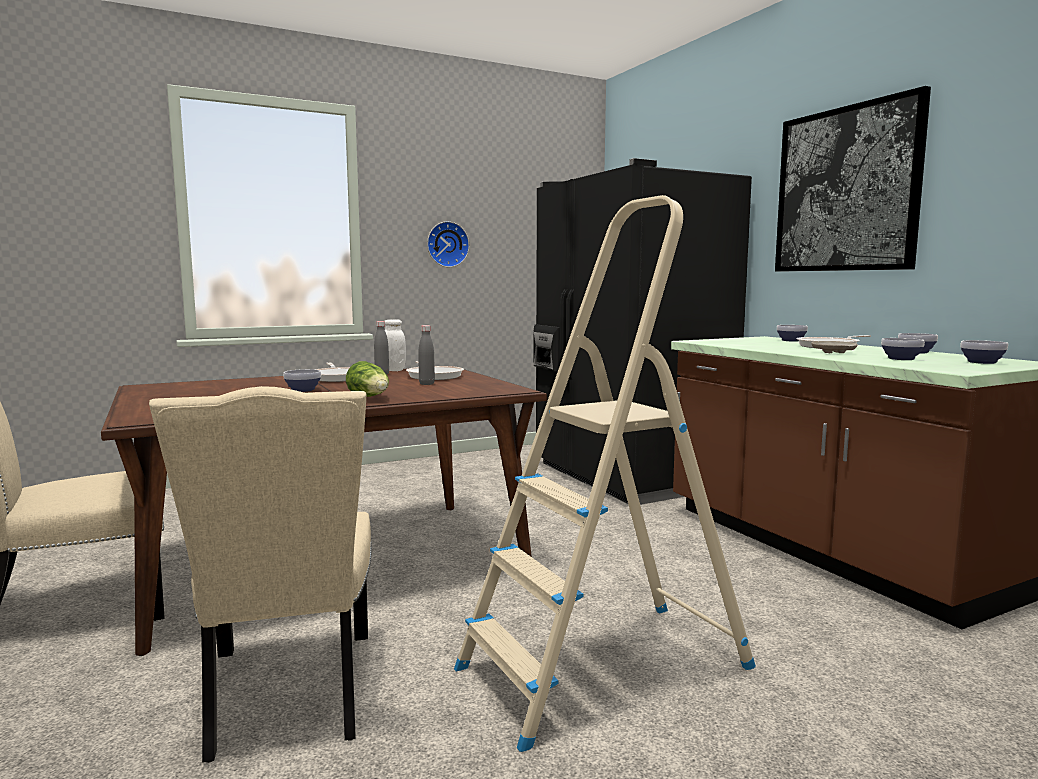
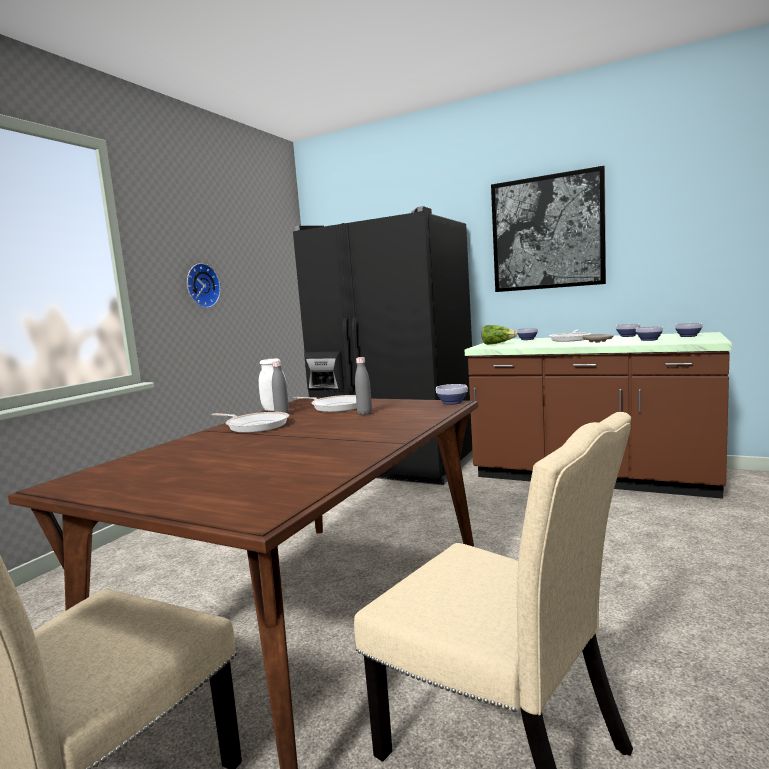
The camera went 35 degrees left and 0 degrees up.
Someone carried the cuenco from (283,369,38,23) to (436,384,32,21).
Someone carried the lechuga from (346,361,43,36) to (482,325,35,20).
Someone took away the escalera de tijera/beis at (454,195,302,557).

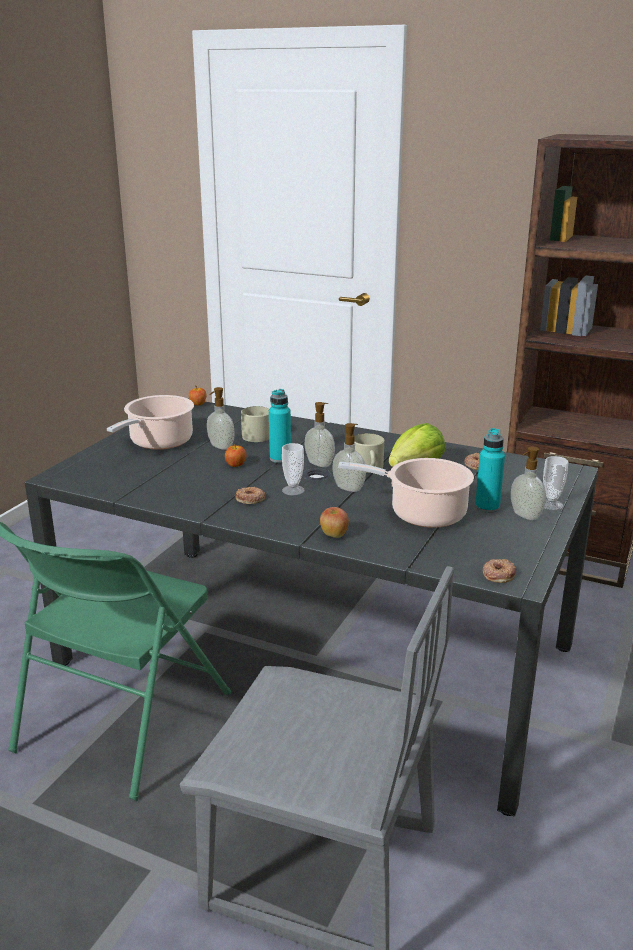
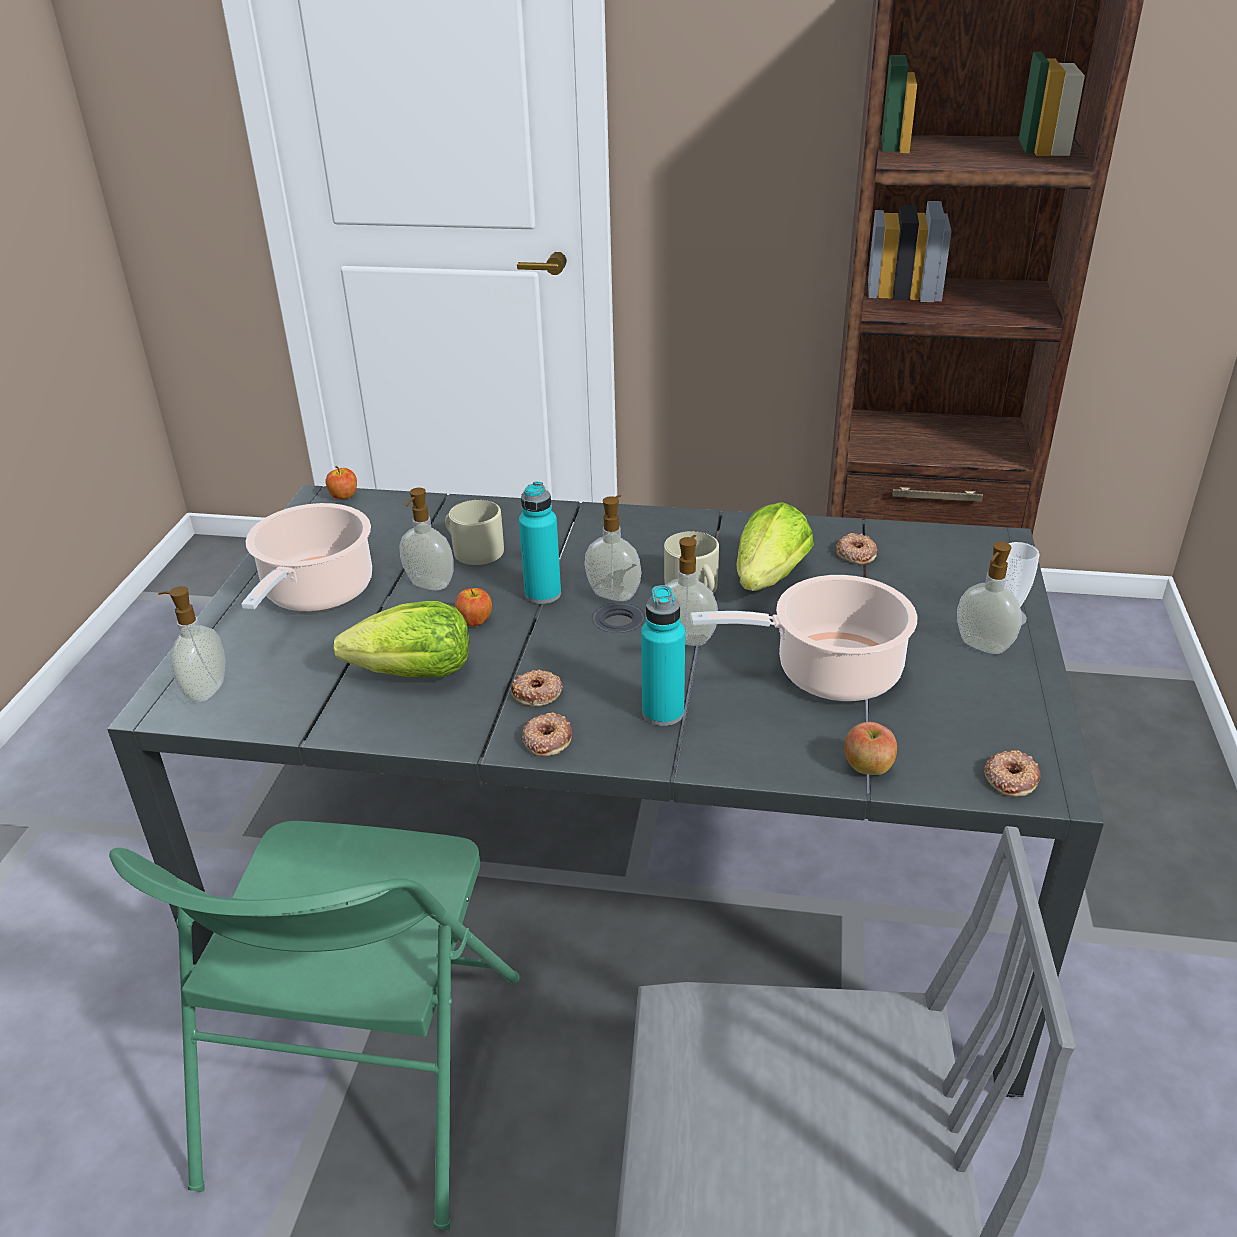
The camera went 15 degrees left and 10 degrees up.
Someone took away the taza at (282,443,23,52).
Someone carried the manzana from (320,507,29,31) to (844,722,53,53).
Someone carried the botella/turquesa from (475,428,30,85) to (641,585,44,141).
Someone put down the dispensador de jabón at (158,586,68,117).
Someone put down the lechuga at (333,601,136,76).
Someone put down the rosquilla at (522,712,50,44).

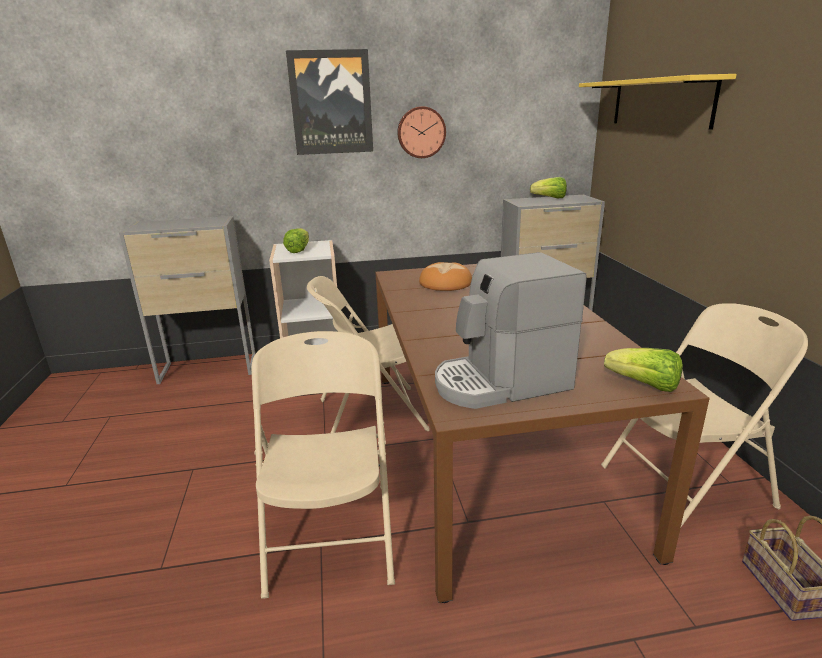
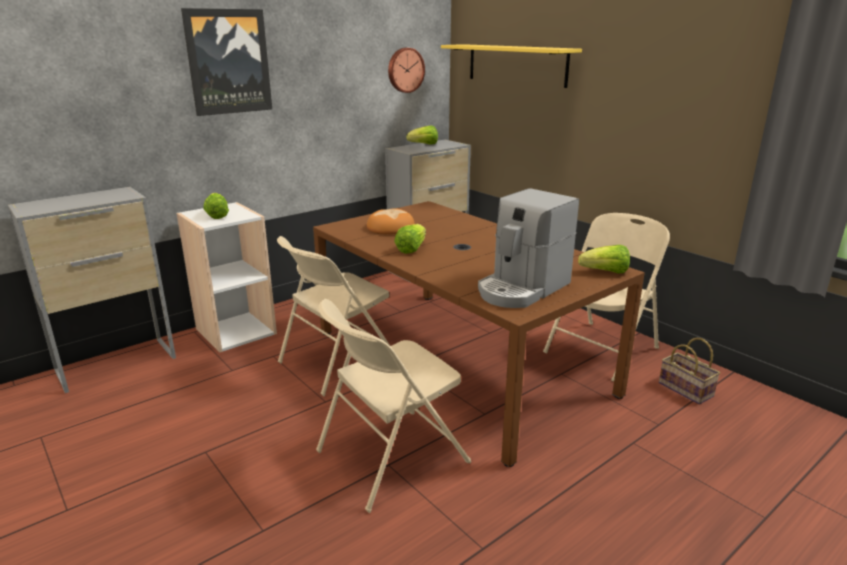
The camera went 30 degrees left and 0 degrees up.
Someone rotated the silla/beis at (251,331,144,268) by 90 degrees counterclockwise.
Someone carried the reloj de pared from (397,106,49,52) to (388,48,37,45).
Someone put down the lechuga at (394,224,32,30).

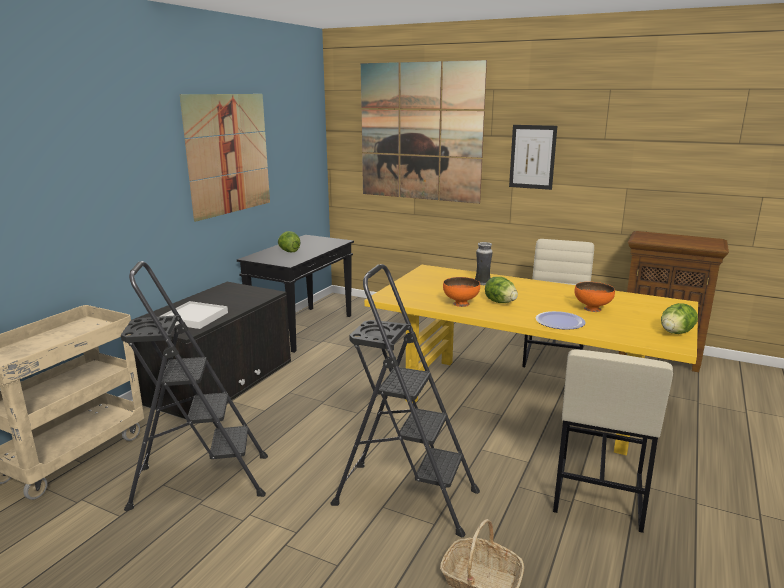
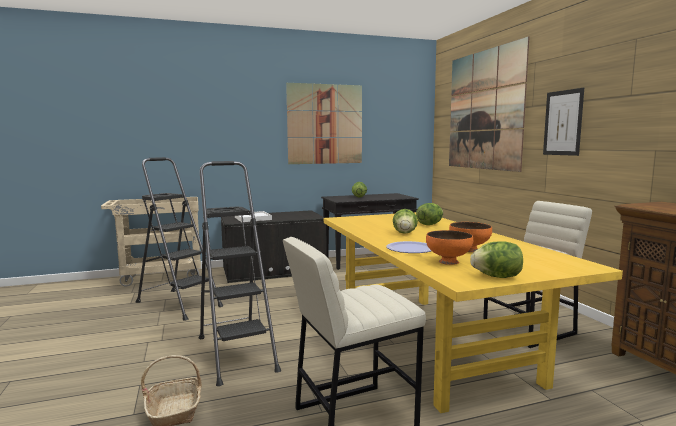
The camera went 45 degrees right and 10 degrees down.
Someone carried the cuenco/naranja from (443,277,37,30) to (426,230,47,35).
Someone swapped the florero at (475,242,18,43) for the lechuga at (416,203,27,22).

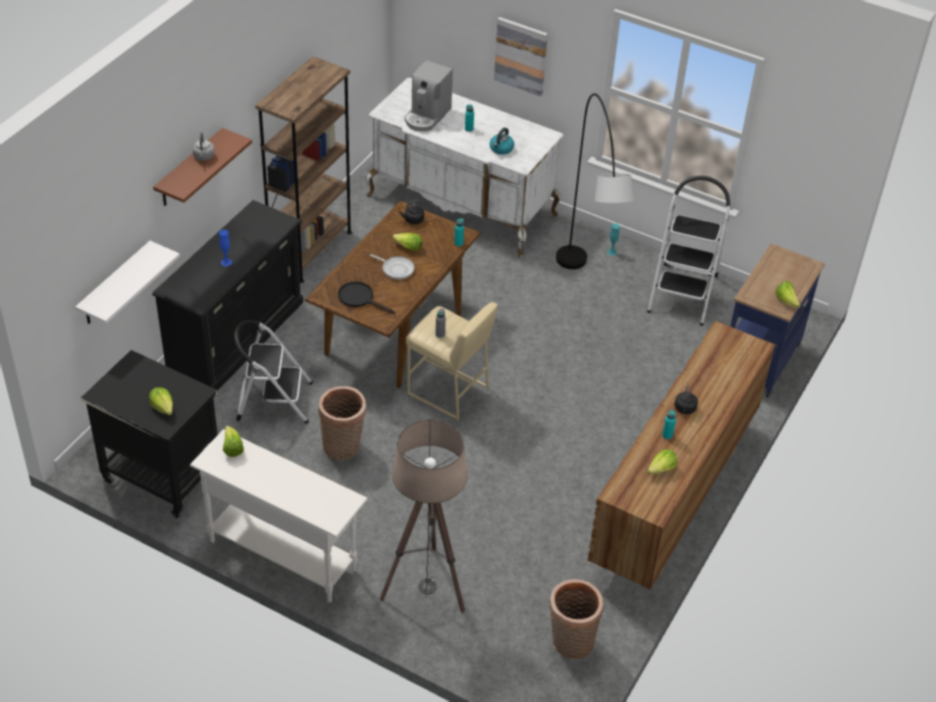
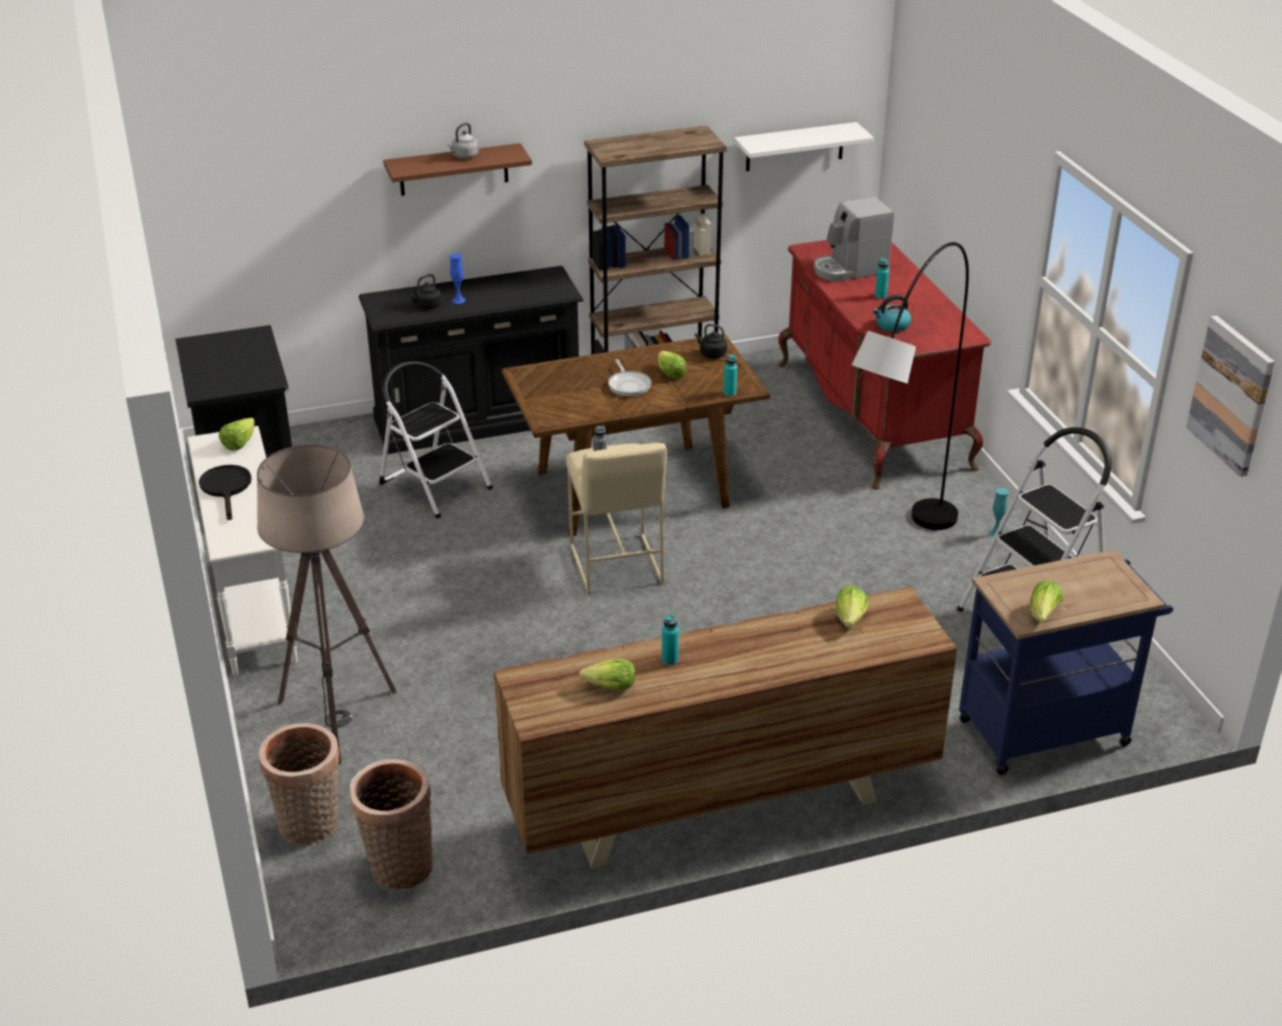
The camera went 45 degrees right and 10 degrees down.
Someone carried the estante/blanco from (75,241,105,83) to (734,122,140,49).
Someone carried the lechuga from (149,387,24,28) to (836,585,33,43).
Someone carried the cesta from (318,386,48,74) to (259,723,80,122).
Someone carried the sartén/negro from (338,282,57,32) to (199,465,53,55).
Someone repainted the cómoda/blanco at (365,78,198,180), which became the cómoda/rojo at (778,240,213,250).
Someone carried the cuadro from (494,17,54,80) to (1186,315,89,162).
Someone carried the hervidor/negro from (675,385,23,29) to (408,274,34,35).

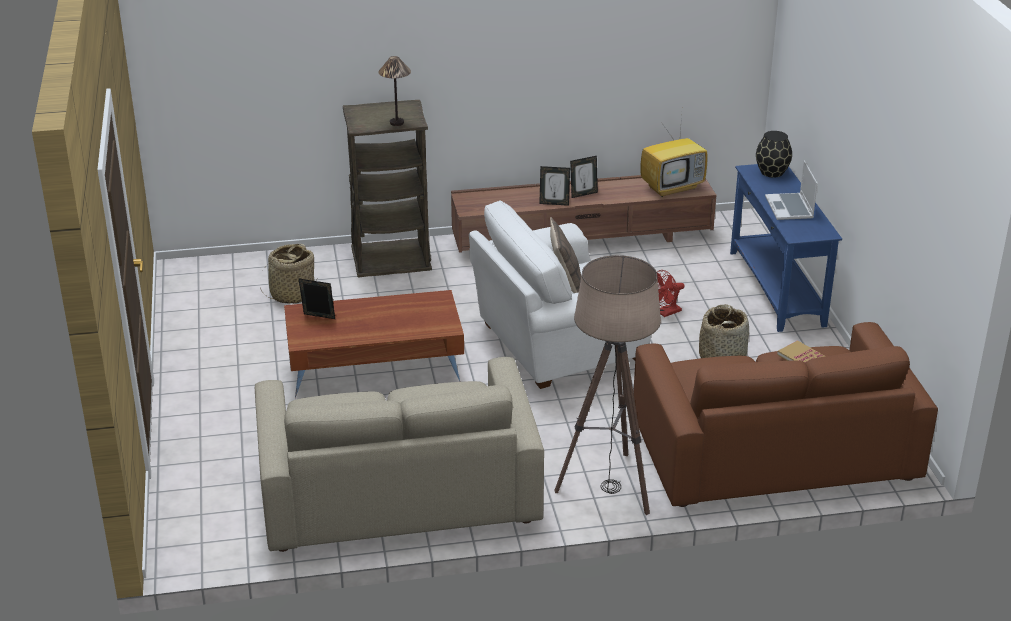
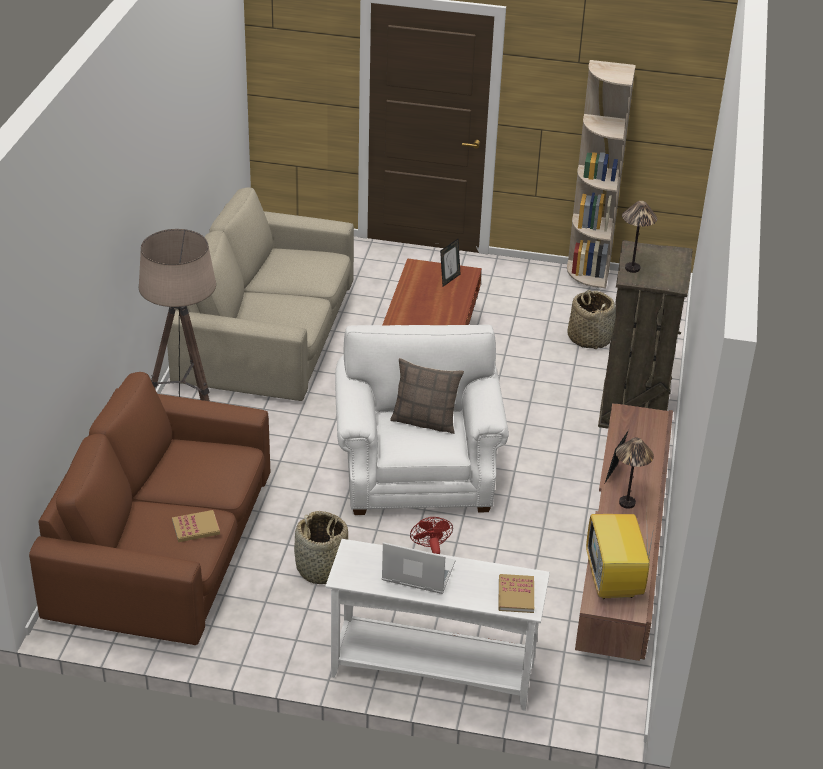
The camera went 110 degrees right and 5 degrees up.
Someone swapped the portarretratos at (570,156,28,42) for the lámpara de mesa at (616,438,38,71).
Someone repainted the mesa consola/azul at (730,164,112,168), which became the mesa consola/blanco at (325,539,225,172).
Someone swapped the florero/negro at (756,131,36,47) for the libro at (498,574,36,39).
Someone put down the estantería/beis at (567,60,69,230).

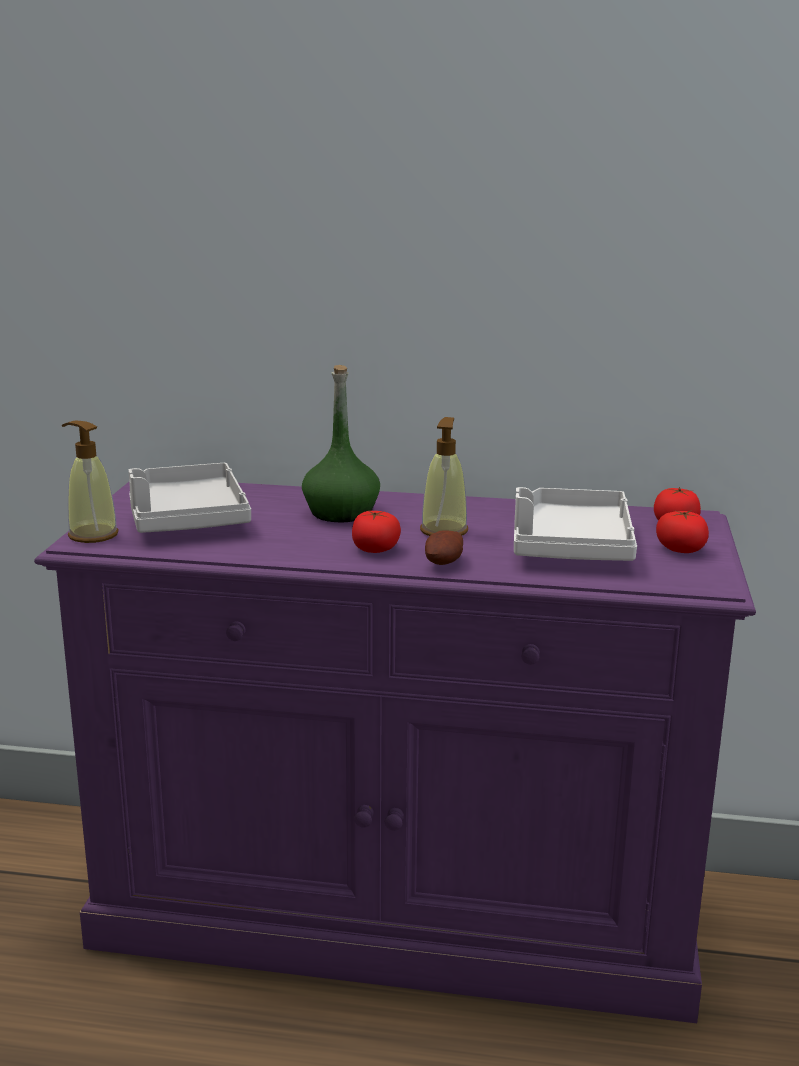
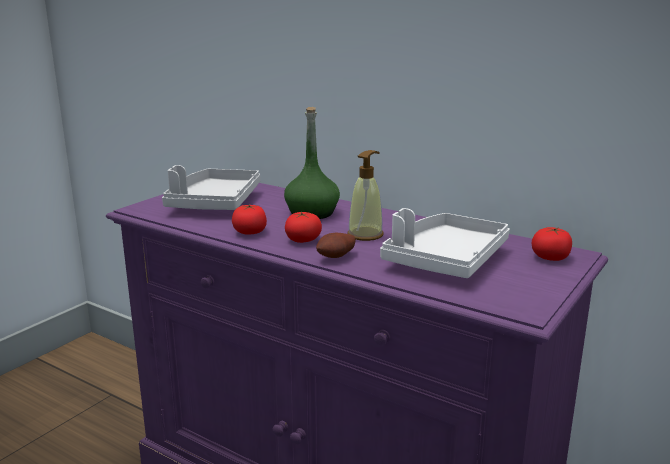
The camera went 25 degrees right and 0 degrees up.
Someone took away the dispensador de jabón at (62,421,57,122).
Someone carried the tomate from (656,510,53,43) to (232,204,35,31).

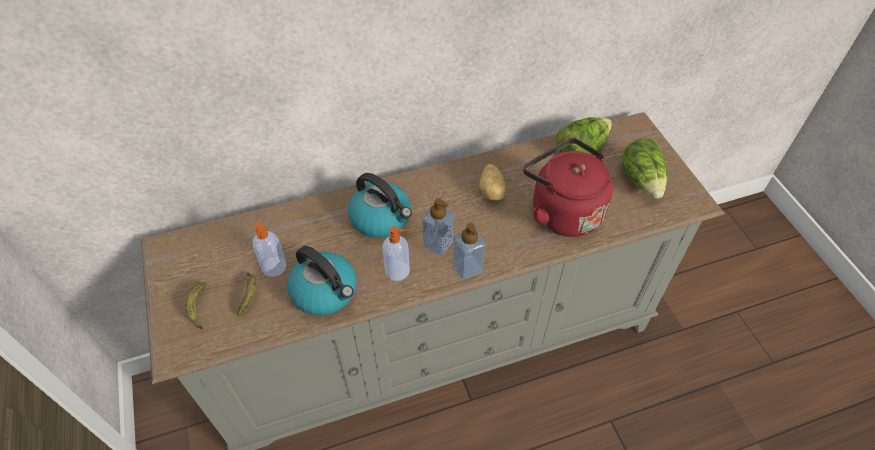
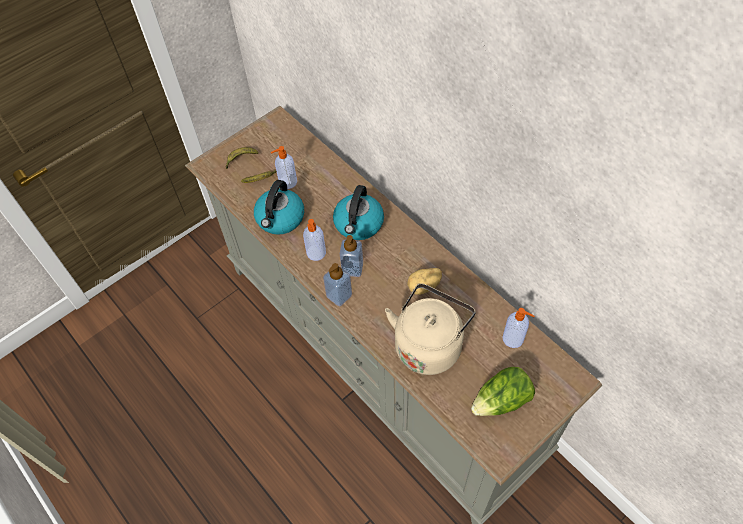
The camera went 70 degrees right and 5 degrees up.
Someone repainted the hervidor/rojo at (523,138,90,99), which became the hervidor/beis at (385,283,91,92).
Someone swapped the lechuga at (556,117,56,38) for the dispensador de jabón at (502,308,32,40).

